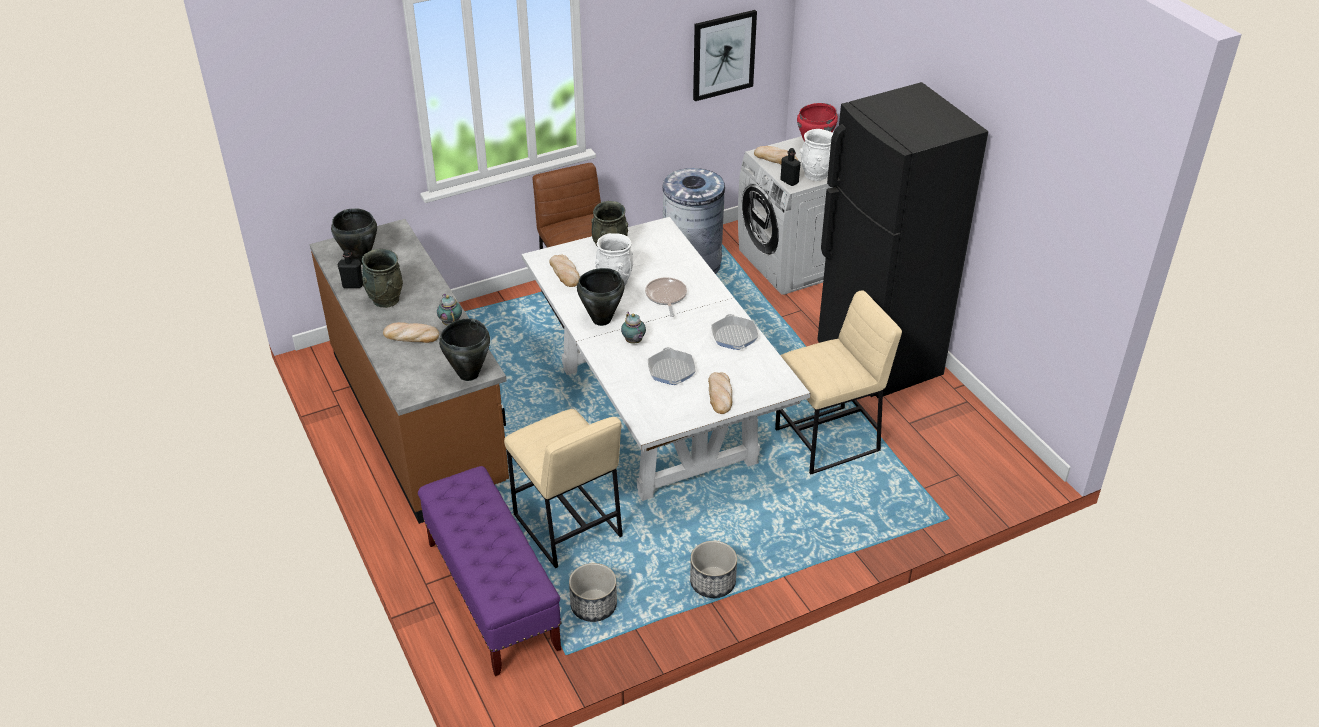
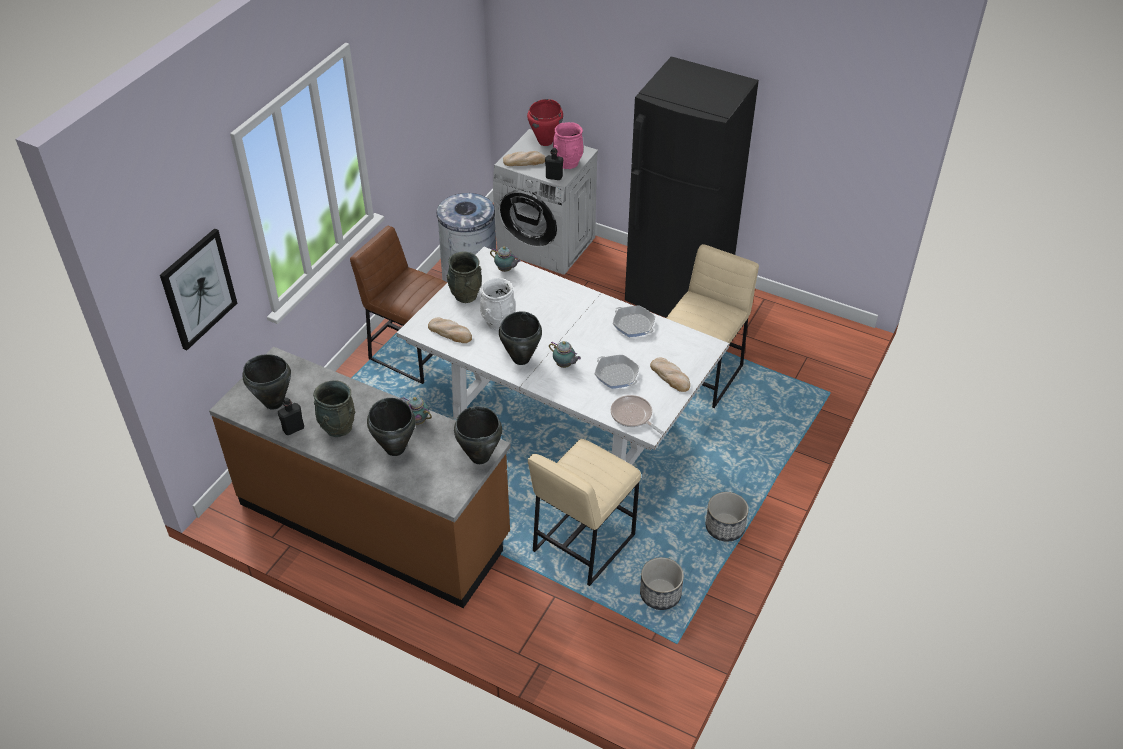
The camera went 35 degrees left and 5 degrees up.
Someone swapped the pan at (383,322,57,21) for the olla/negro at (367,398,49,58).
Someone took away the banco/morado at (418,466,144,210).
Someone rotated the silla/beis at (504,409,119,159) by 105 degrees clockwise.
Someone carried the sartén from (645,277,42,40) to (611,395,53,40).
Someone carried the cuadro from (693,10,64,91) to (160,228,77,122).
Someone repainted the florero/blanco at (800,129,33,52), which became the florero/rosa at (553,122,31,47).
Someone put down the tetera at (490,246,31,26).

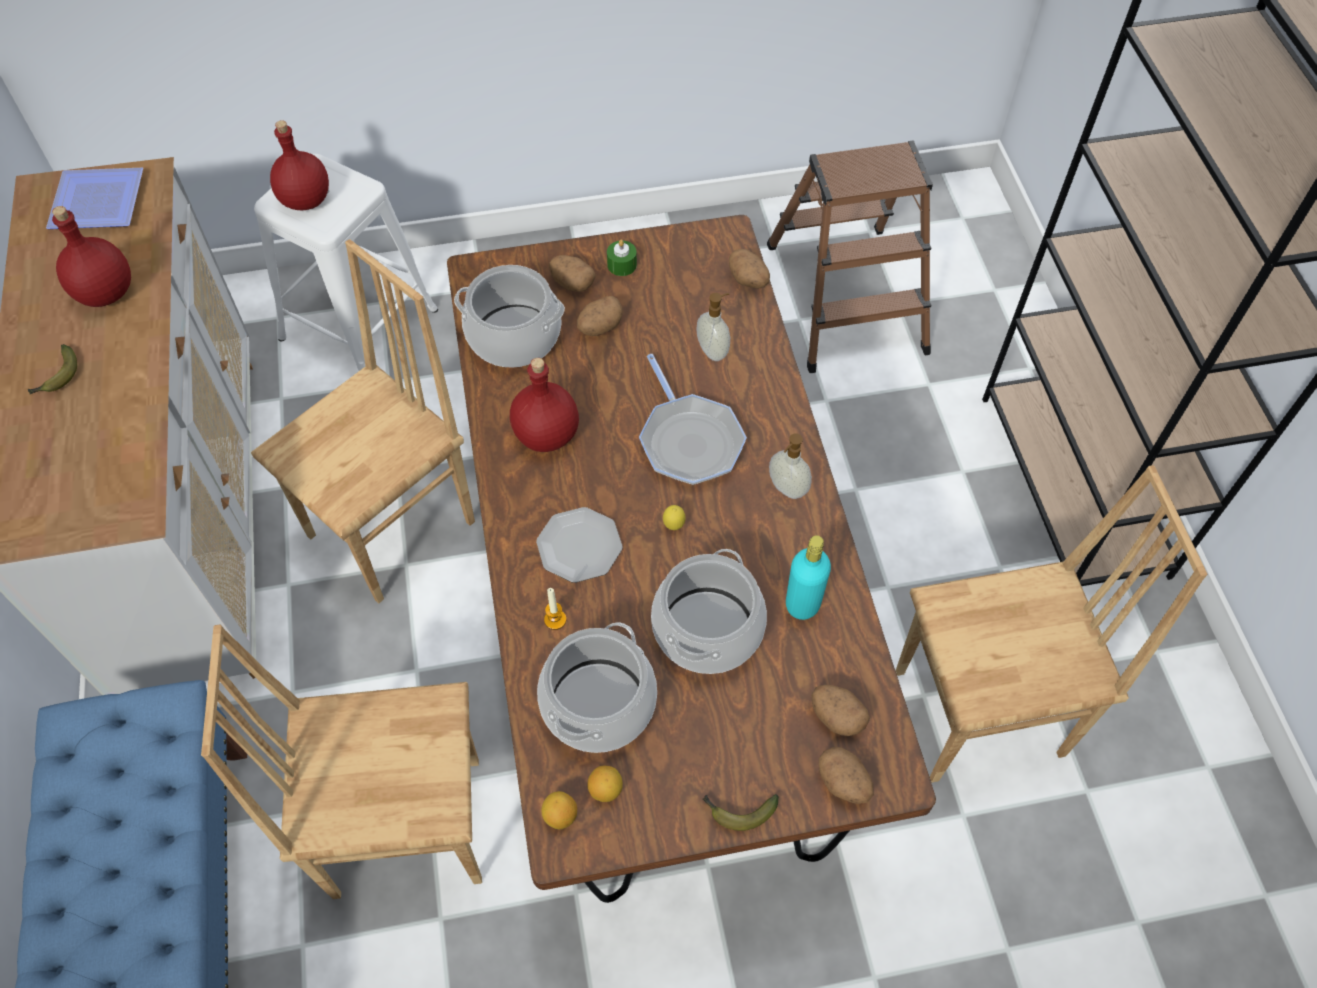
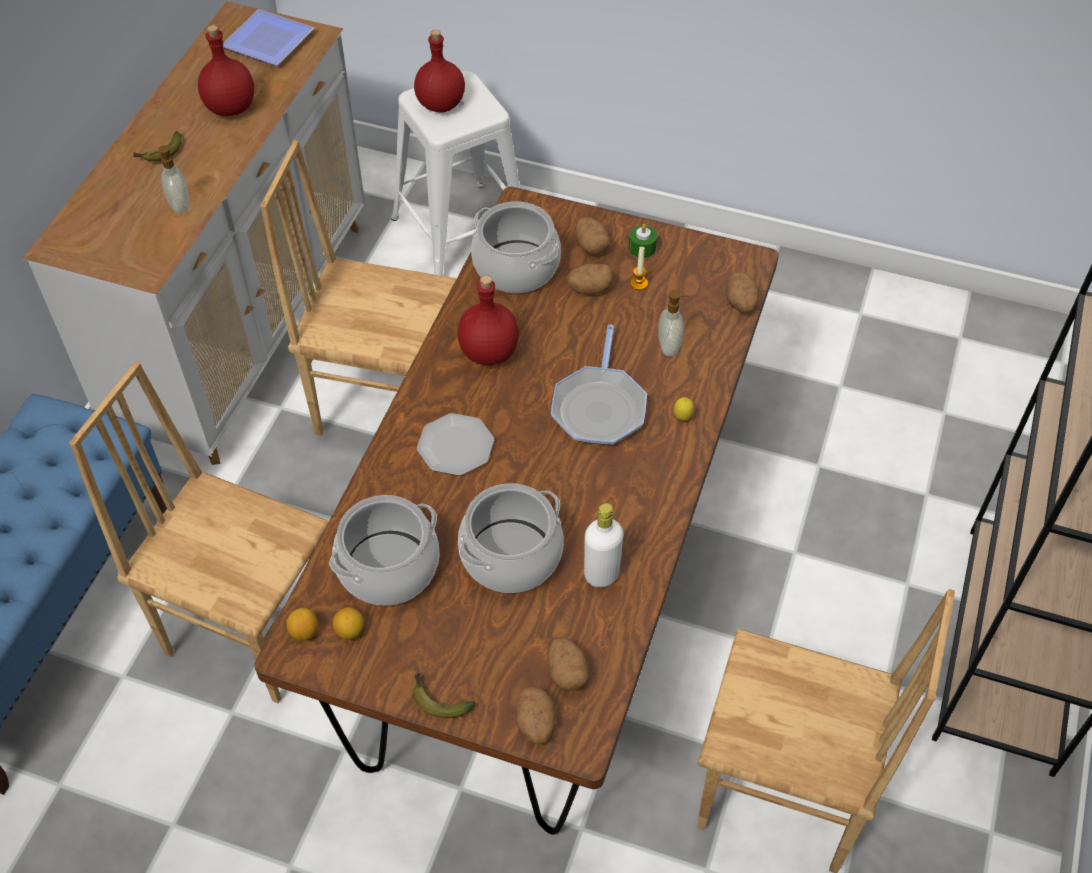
The camera went 30 degrees right and 5 degrees down.
Someone rotated the silla/marrón at (251,239,224,364) by 150 degrees counterclockwise.
Someone carried the vela from (544,588,22,42) to (630,246,18,44).
Someone carried the limón from (663,505,23,25) to (674,397,20,24).
Someone took away the escalera de tijera/marrón at (767,140,166,233).
Someone carried the dispensador de jabón from (769,433,43,66) to (150,145,39,69).
Someone repainted the botella/turquesa at (786,535,45,85), which became the botella/blanco at (584,503,40,85).

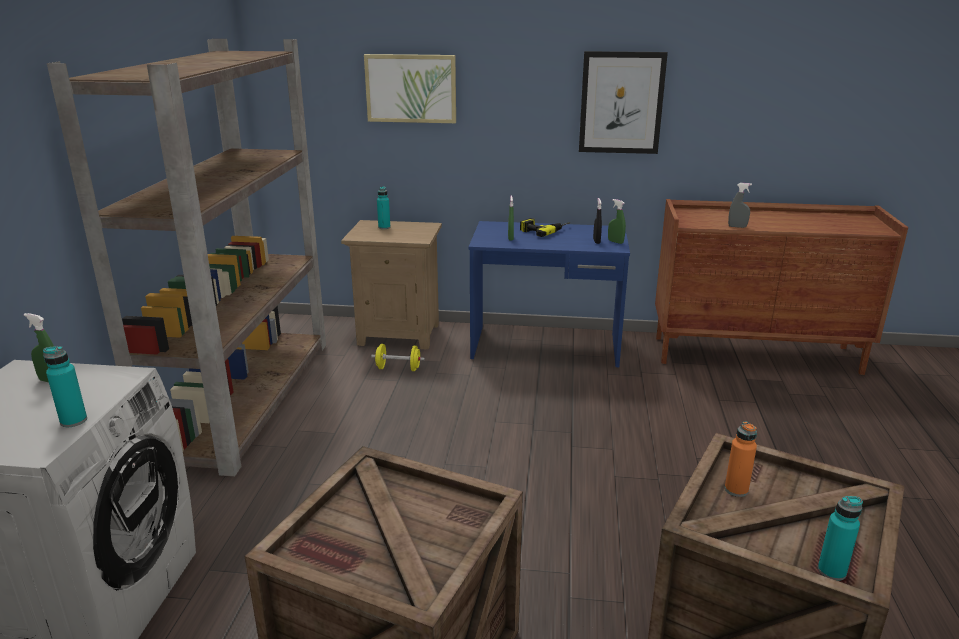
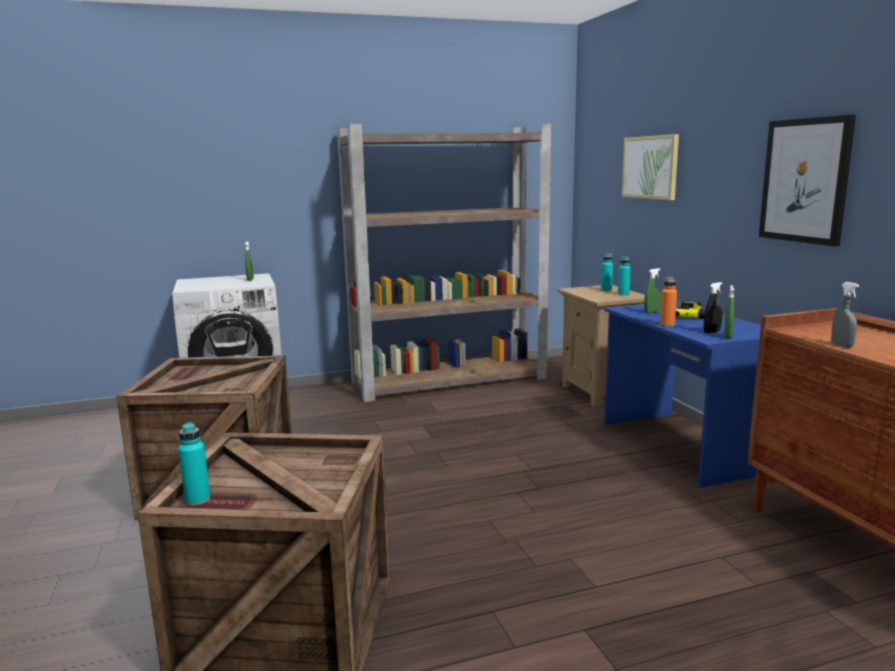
The camera went 65 degrees right and 10 degrees down.
Someone carried the botella/turquesa from (43,346,44,81) to (618,256,13,40).
Someone took away the mancuerna/amarillo at (371,344,54,27).
Someone carried the botella/naranja from (725,422,32,75) to (660,277,17,50).

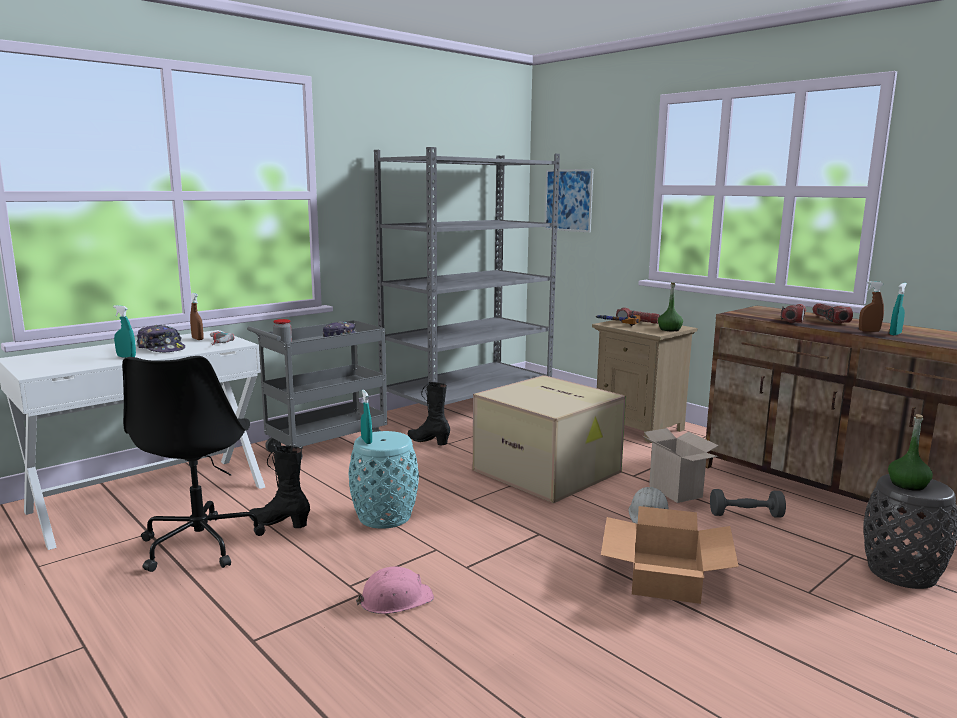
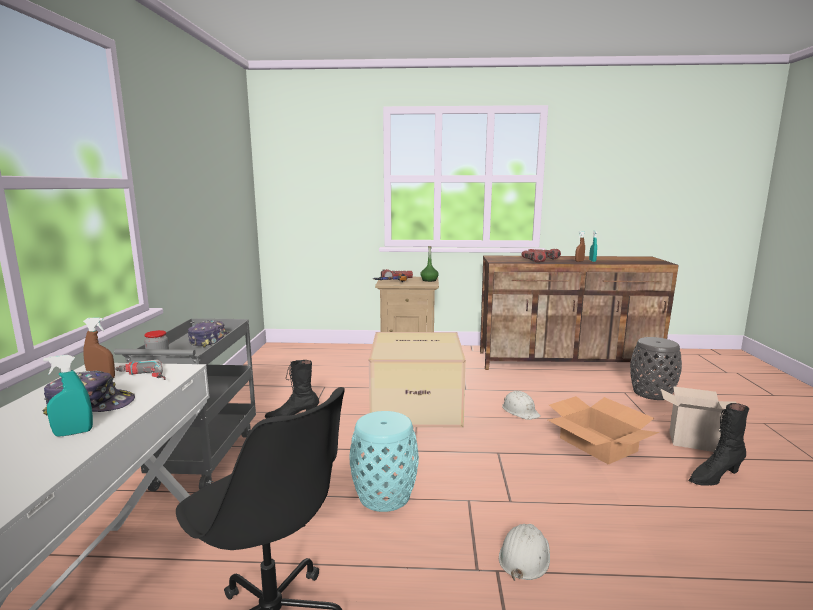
The camera went 45 degrees left and 0 degrees up.
Someone carried the bota/negro from (249,445,61,83) to (689,403,60,83).
Someone repainted the casco/rosa at (356,567,78,47), which became the casco/blanco at (499,524,51,57).
Someone took away the pulverizador/turquesa at (361,390,11,54).
Someone took away the estantería/gris at (374,147,186,268).
Someone took away the cuadro at (544,169,50,64).
Someone carried the caja de cartón from (643,428,76,75) to (661,386,75,66).
Someone took away the mancuerna/gris at (710,489,76,29).
Someone took away the botella/verde at (888,414,45,77).

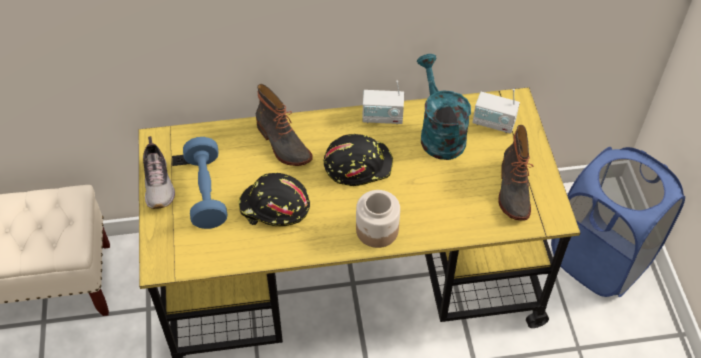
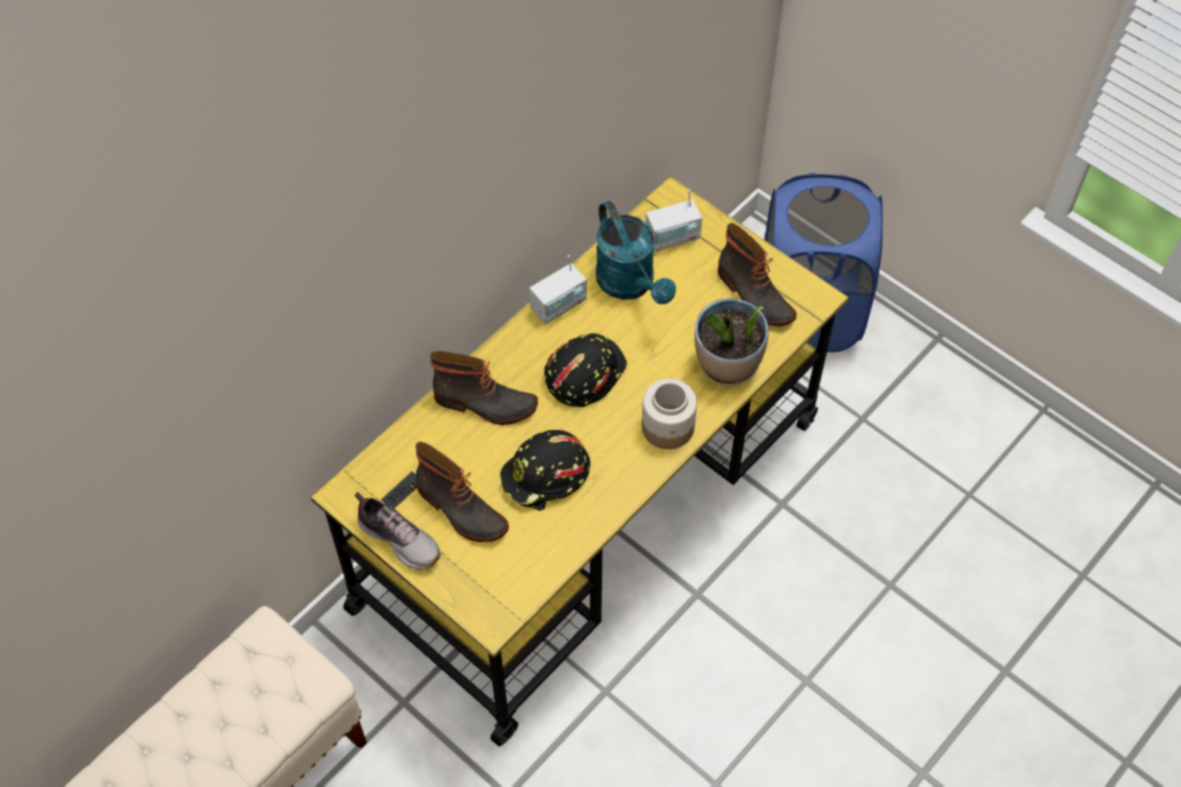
The camera went 40 degrees left and 5 degrees up.
Someone swapped the mancuerna/azul at (183,137,44,92) for the bota at (415,442,94,100).
Someone rotated the regadera/turquesa at (417,54,54,106) by 150 degrees counterclockwise.
Someone put down the planta en maceta at (695,298,74,88).

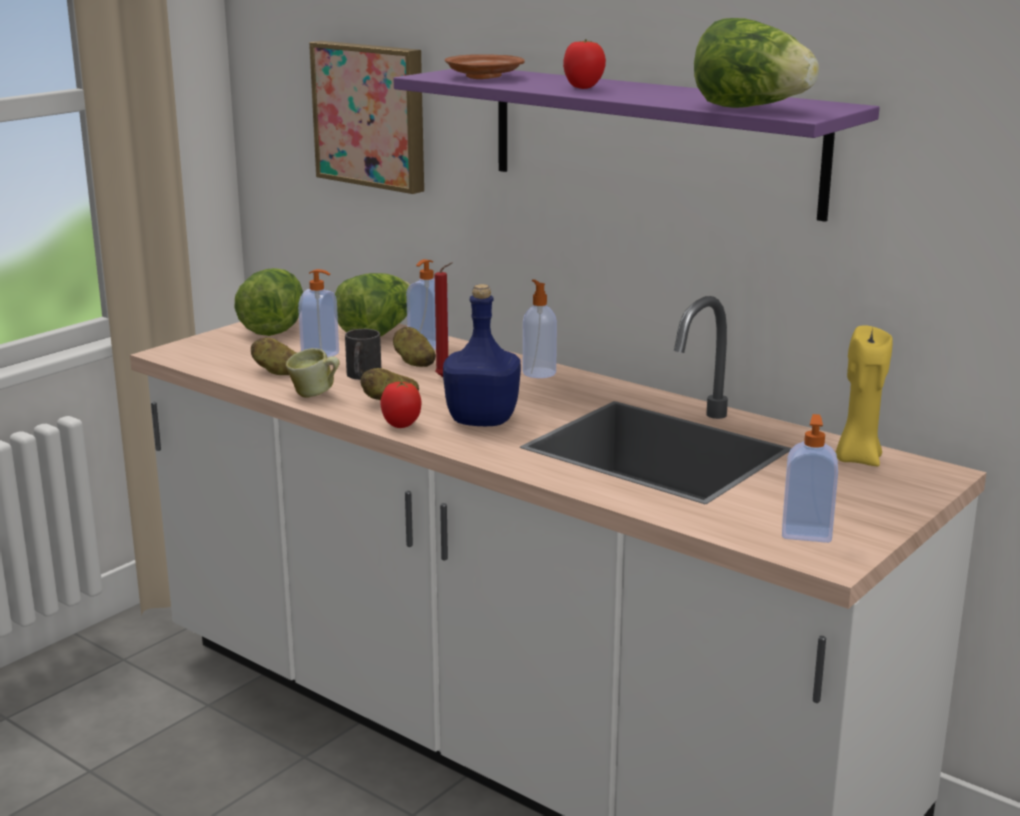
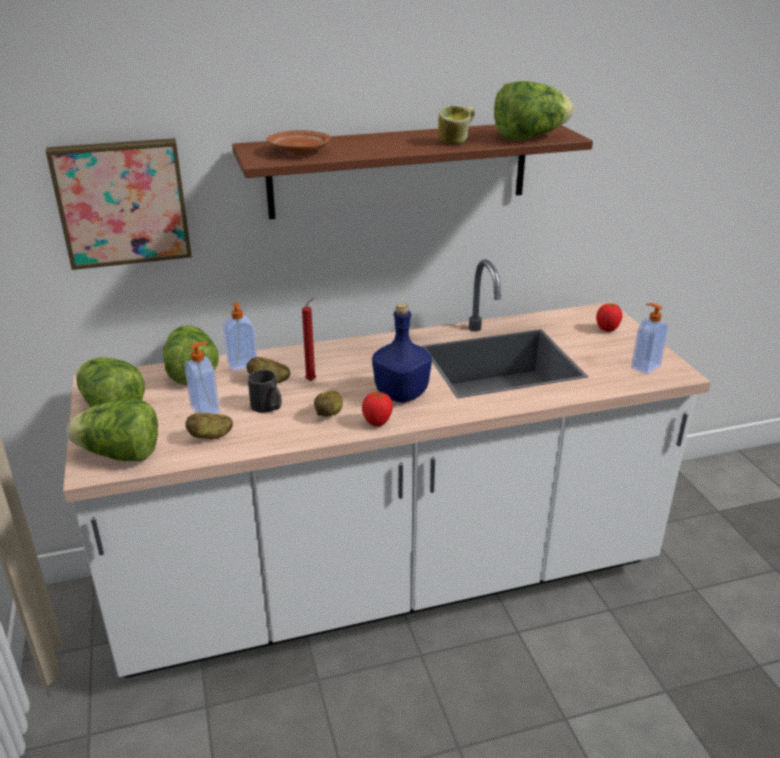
The camera went 55 degrees left and 10 degrees up.
Someone carried the taza grande from (286,348,54,50) to (438,105,37,40).
Someone repainted the estante/morado at (394,69,486,153), which became the estante/marrón at (232,124,361,95).
Someone took away the dispensador de jabón at (523,279,34,99).
Someone carried the tomate from (563,39,43,50) to (596,303,26,29).
Someone took away the vela/amarillo at (835,325,58,141).
Someone put down the lechuga at (67,399,91,62).

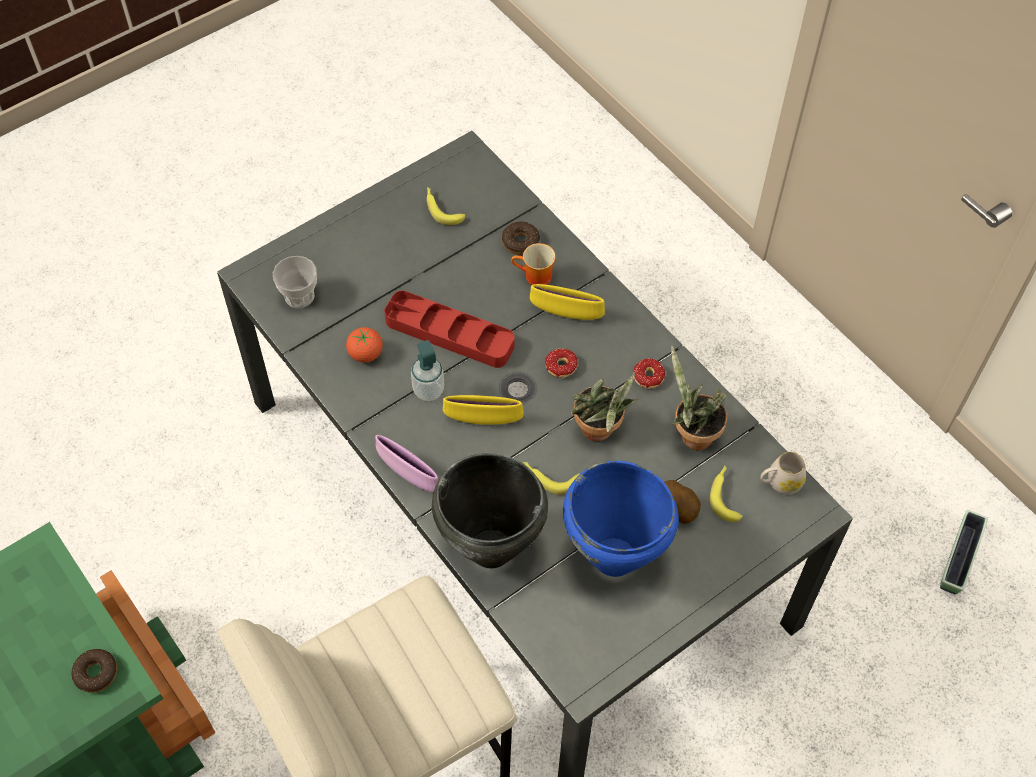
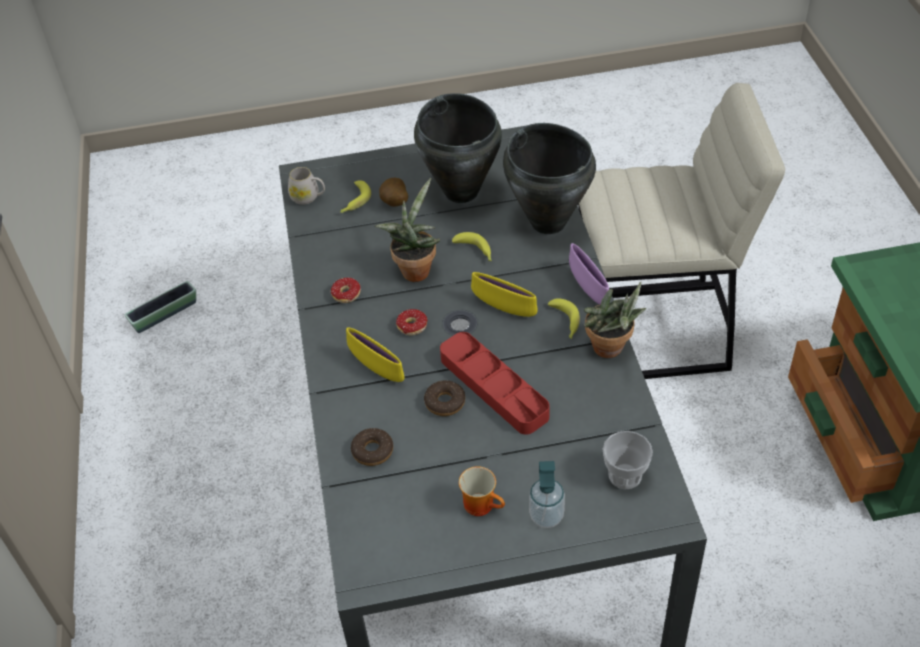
The camera went 150 degrees left and 10 degrees down.
Someone carried the rosquilla from (71,649,46,44) to (424,380,41,36).
Someone took away the tomate at (346,327,37,36).
Someone carried the dispensador de jabón from (411,340,33,61) to (529,461,36,67).
Someone carried the plátano from (427,187,38,38) to (548,298,32,41).
Someone carried the taza grande from (511,243,45,42) to (459,466,46,50).
Someone repainted the olla/azul at (563,461,116,116), which became the olla/negro at (414,93,88,110).
Someone carried the planta en maceta from (671,345,56,105) to (584,282,62,76).

